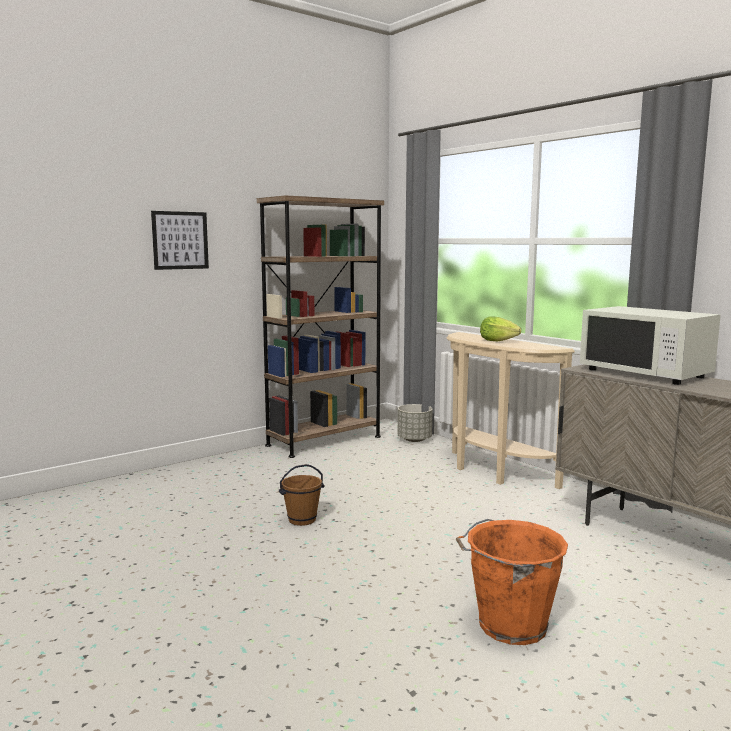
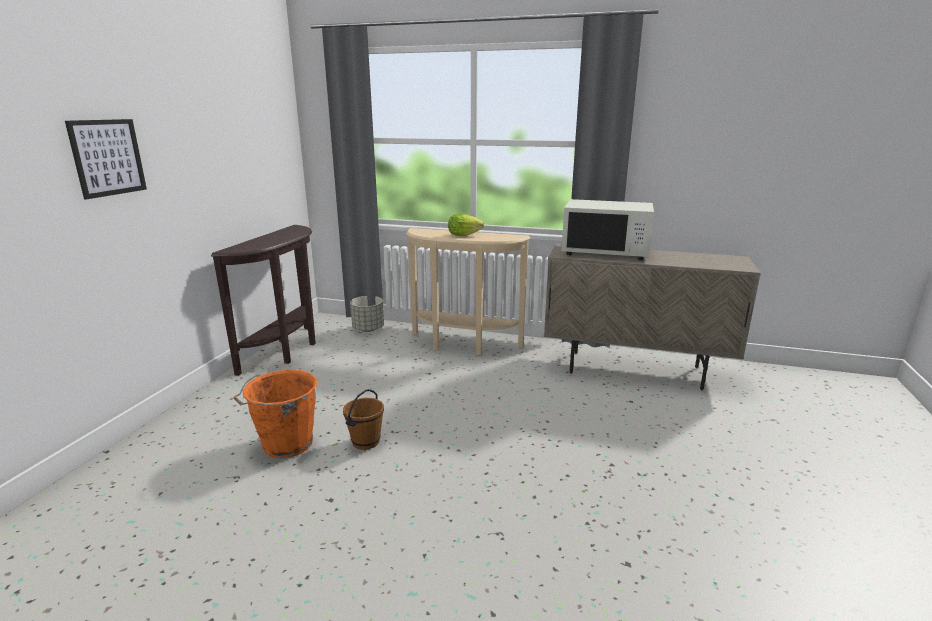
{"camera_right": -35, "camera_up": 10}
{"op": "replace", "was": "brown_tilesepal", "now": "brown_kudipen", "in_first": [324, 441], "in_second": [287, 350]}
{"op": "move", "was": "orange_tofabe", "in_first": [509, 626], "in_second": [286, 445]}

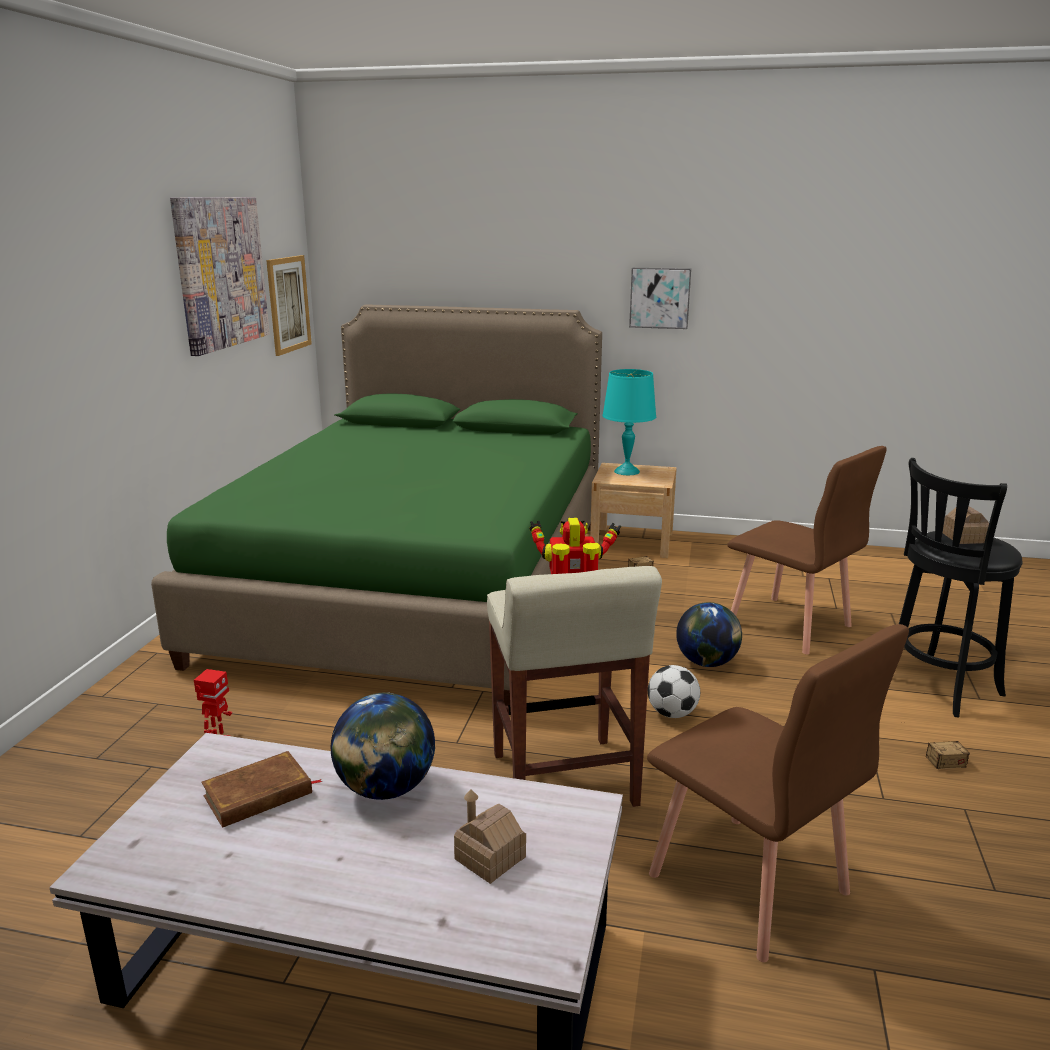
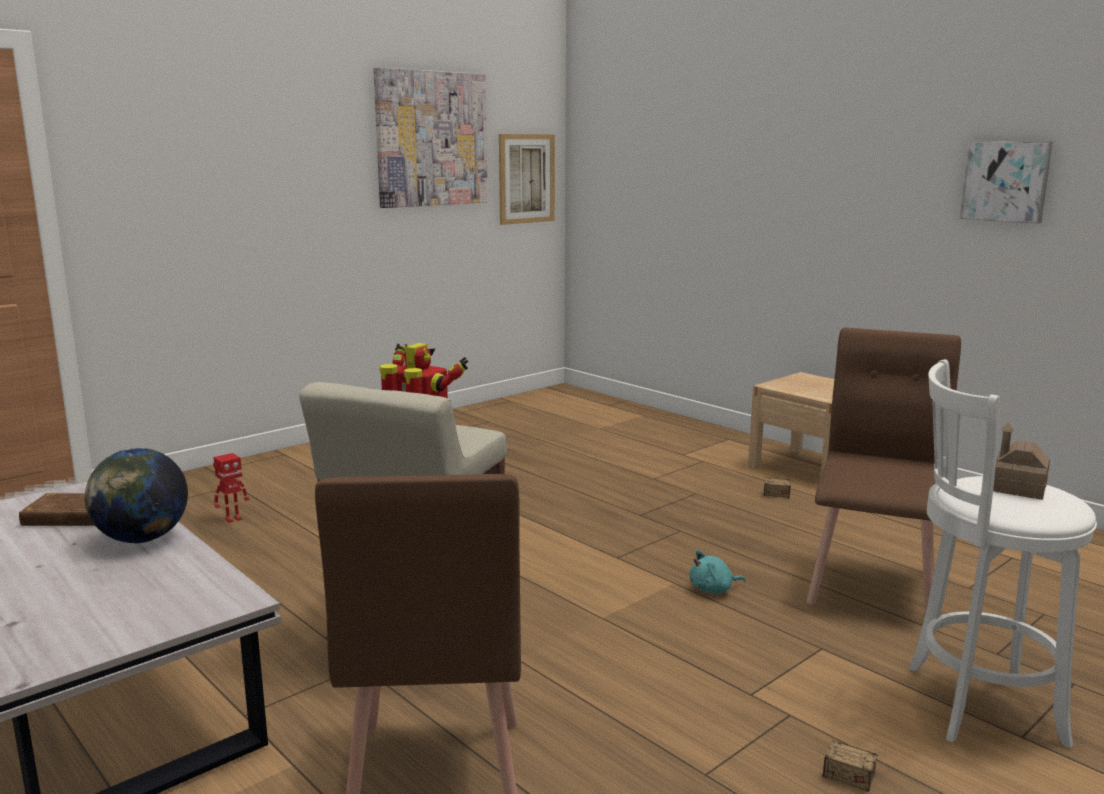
{"camera_right": 35, "camera_up": -5}
{"op": "move", "was": "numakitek", "in_first": [660, 298], "in_second": [1006, 181]}
{"op": "delete", "was": "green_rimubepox", "in_first": [419, 586]}
{"op": "delete", "was": "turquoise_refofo", "in_first": [627, 471]}
{"op": "rotate", "was": "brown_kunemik", "in_first": [789, 625], "in_second": [874, 586], "clockwise": -150}
{"op": "recolor", "was": "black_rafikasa", "now": "white_rafikasa", "in_first": [937, 687], "in_second": [975, 704]}
{"op": "replace", "was": "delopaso", "now": "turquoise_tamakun", "in_first": [707, 662], "in_second": [713, 590]}
{"op": "delete", "was": "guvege", "in_first": [672, 713]}
{"op": "delete", "was": "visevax", "in_first": [489, 858]}

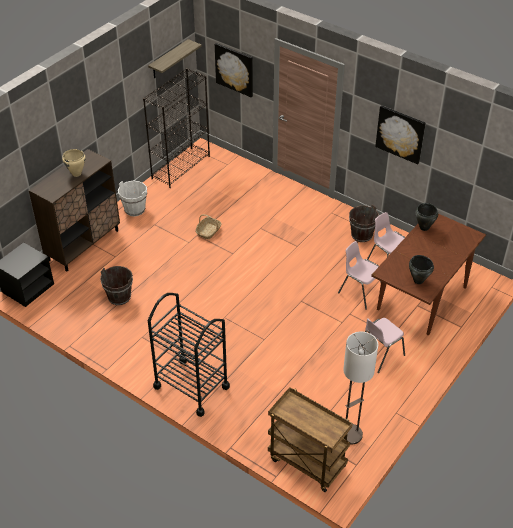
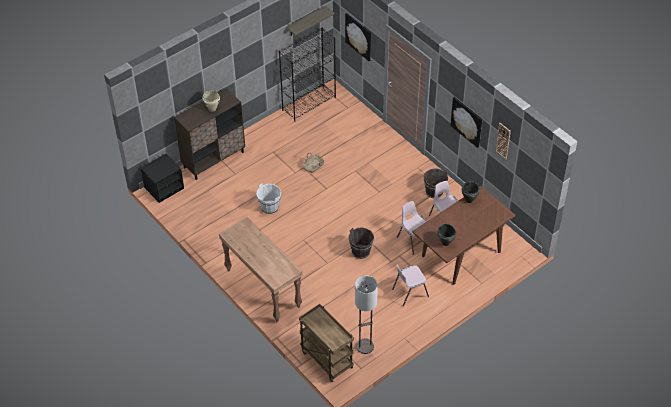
{"camera_right": 15, "camera_up": 5}
{"op": "move", "was": "white_tofabe", "in_first": [135, 209], "in_second": [270, 207]}
{"op": "move", "was": "brown_tofabe", "in_first": [119, 297], "in_second": [360, 251]}
{"op": "replace", "was": "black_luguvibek", "now": "brown_kudipen", "in_first": [191, 387], "in_second": [262, 288]}
{"op": "insert", "now": "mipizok", "in_second": [503, 140]}

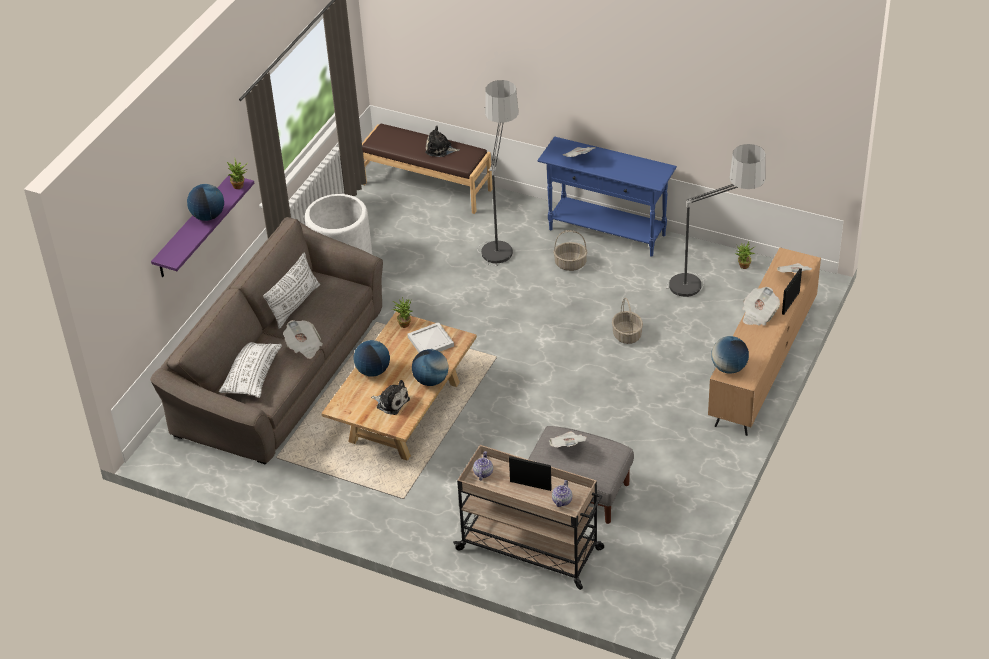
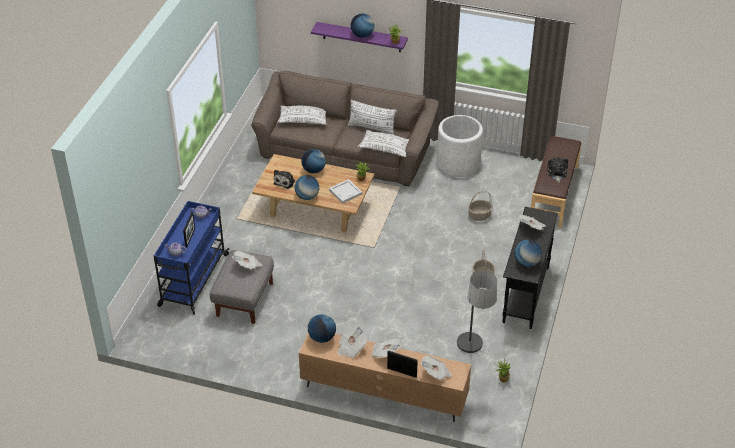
{"camera_right": 80, "camera_up": 0}
{"op": "delete", "was": "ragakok", "in_first": [500, 237]}
{"op": "recolor", "was": "blue_kudipen", "now": "black_kudipen", "in_first": [607, 232], "in_second": [525, 295]}
{"op": "move", "was": "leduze", "in_first": [626, 335], "in_second": [479, 215]}
{"op": "move", "was": "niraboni", "in_first": [304, 346], "in_second": [351, 348]}
{"op": "recolor", "was": "beige_luguvibek", "now": "blue_luguvibek", "in_first": [531, 550], "in_second": [193, 281]}
{"op": "insert", "now": "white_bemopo", "in_second": [385, 148]}
{"op": "insert", "now": "delopaso", "in_second": [527, 263]}

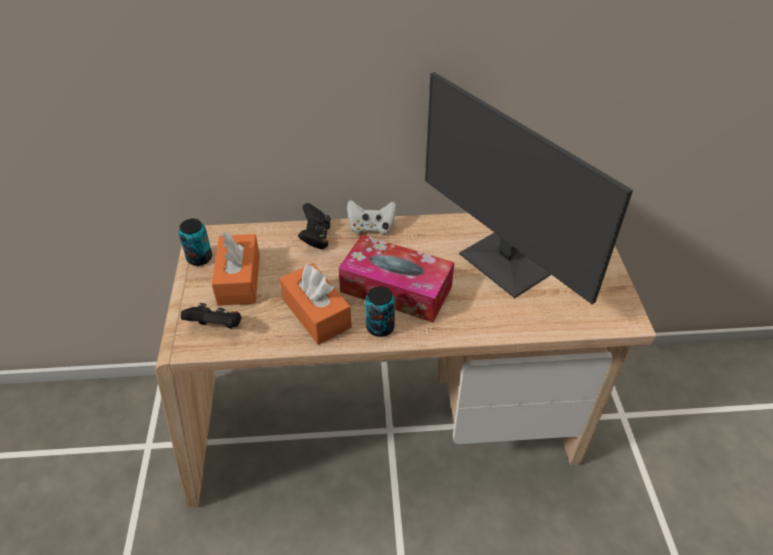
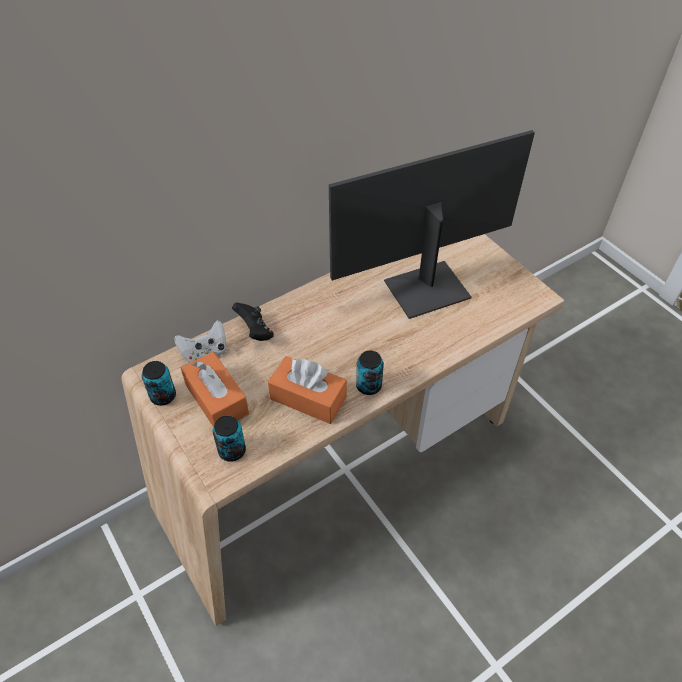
{"camera_right": -30, "camera_up": 5}
{"op": "rotate", "was": "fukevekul", "in_first": [506, 263], "in_second": [425, 288], "clockwise": 135}
{"op": "move", "was": "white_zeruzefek", "in_first": [371, 228], "in_second": [205, 352]}
{"op": "delete", "was": "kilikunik", "in_first": [396, 289]}
{"op": "replace", "was": "black_zeruzefek", "now": "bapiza", "in_first": [217, 327], "in_second": [232, 450]}

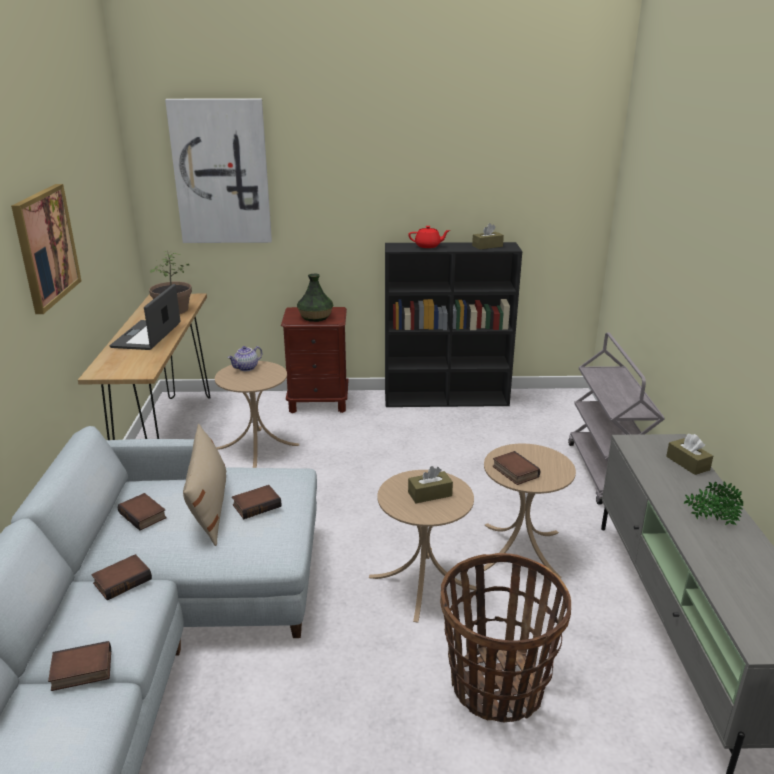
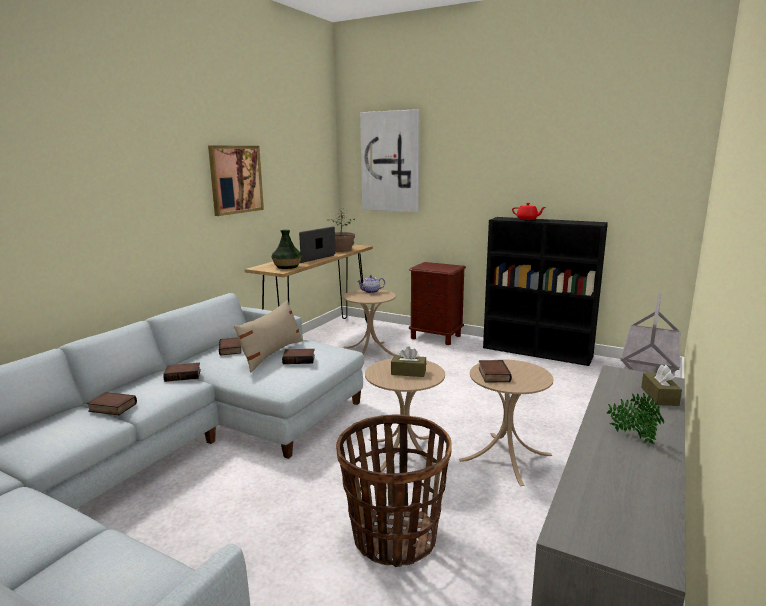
{"camera_right": 30, "camera_up": -10}
{"op": "delete", "was": "brown_kilikunik", "in_first": [487, 246]}
{"op": "move", "was": "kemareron", "in_first": [316, 317], "in_second": [287, 266]}

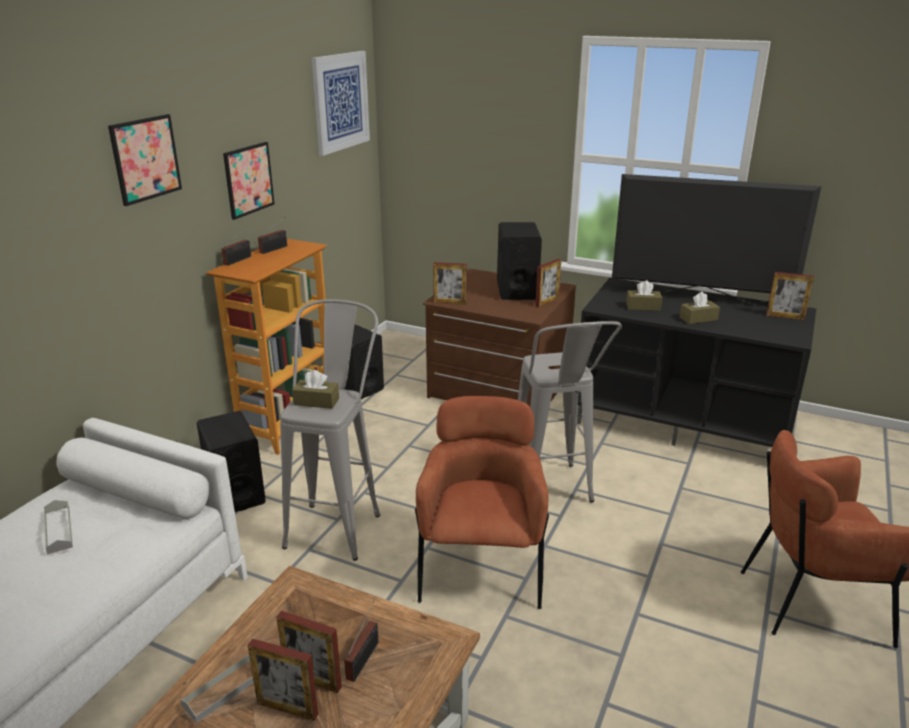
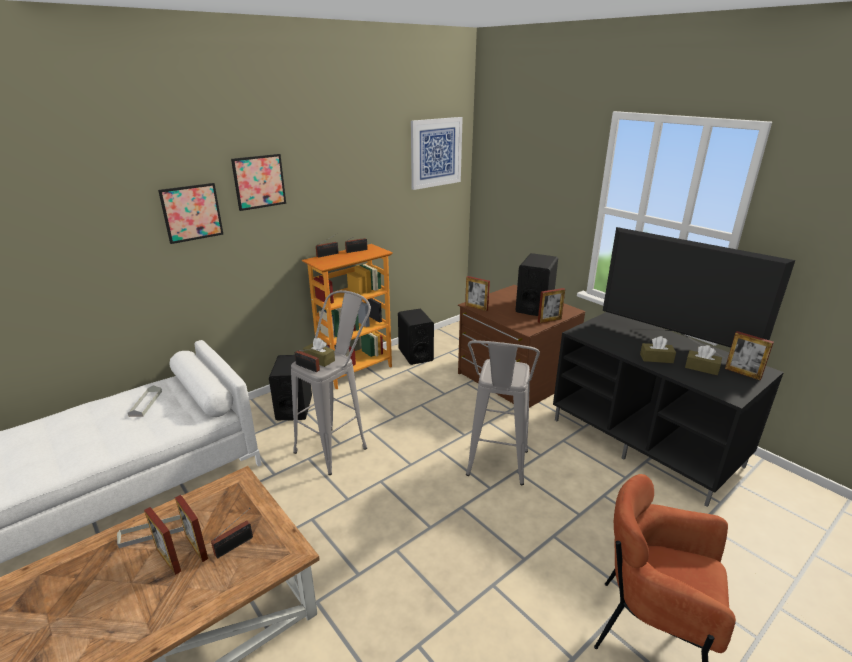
{"camera_right": 25, "camera_up": 0}
{"op": "move", "was": "numakitek", "in_first": [248, 180], "in_second": [192, 213]}
{"op": "move", "was": "brown_kilikunik", "in_first": [643, 306], "in_second": [701, 368]}
{"op": "delete", "was": "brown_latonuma", "in_first": [481, 568]}
{"op": "insert", "now": "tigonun", "in_second": [308, 368]}

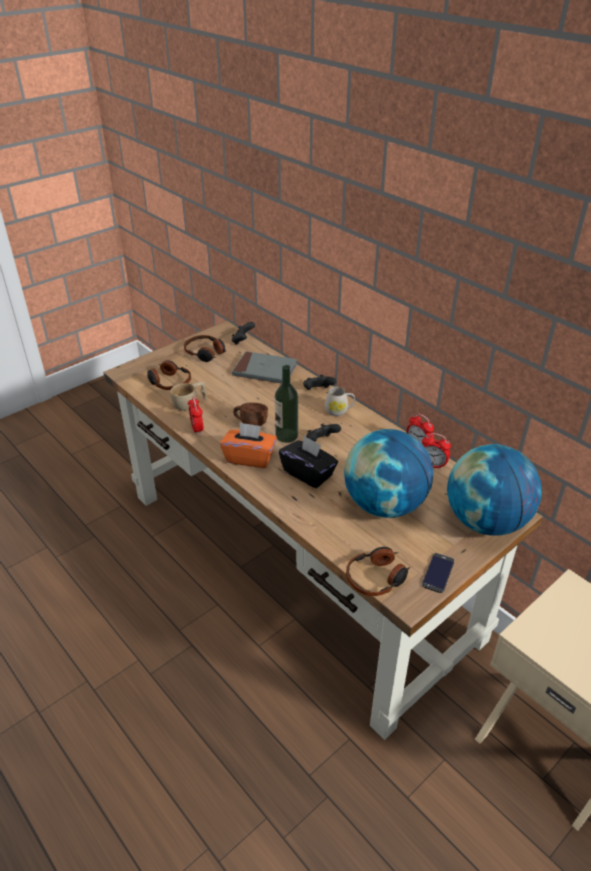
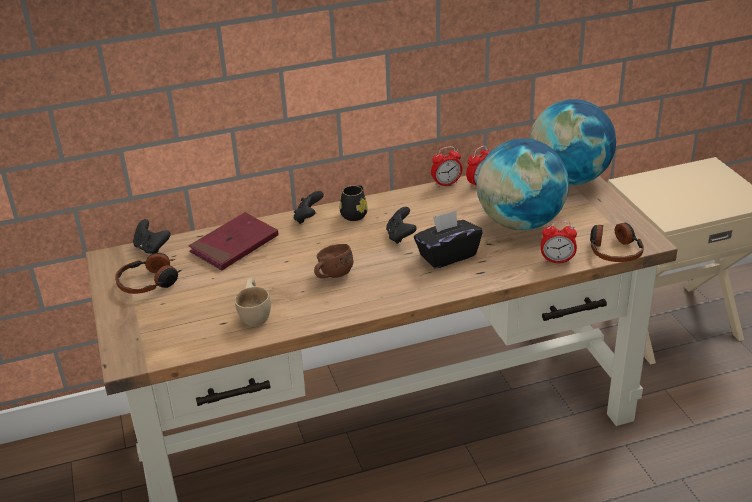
{"camera_right": -65, "camera_up": -5}
{"op": "recolor", "was": "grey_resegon", "now": "red_resegon", "in_first": [265, 370], "in_second": [234, 245]}
{"op": "delete", "was": "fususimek", "in_first": [169, 382]}
{"op": "delete", "was": "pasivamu", "in_first": [286, 435]}
{"op": "recolor", "was": "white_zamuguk", "now": "black_zamuguk", "in_first": [339, 411], "in_second": [355, 213]}
{"op": "move", "was": "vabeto", "in_first": [197, 429], "in_second": [557, 261]}
{"op": "delete", "was": "orange_kilikunik", "in_first": [250, 457]}
{"op": "delete", "was": "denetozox", "in_first": [438, 573]}

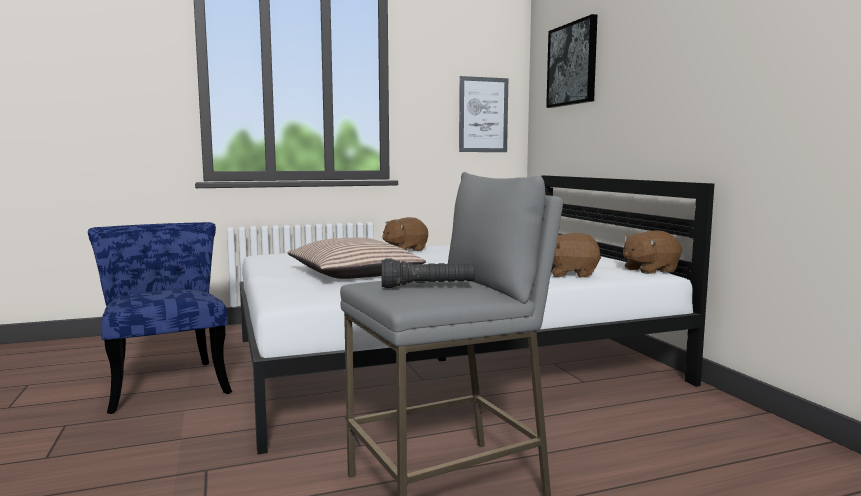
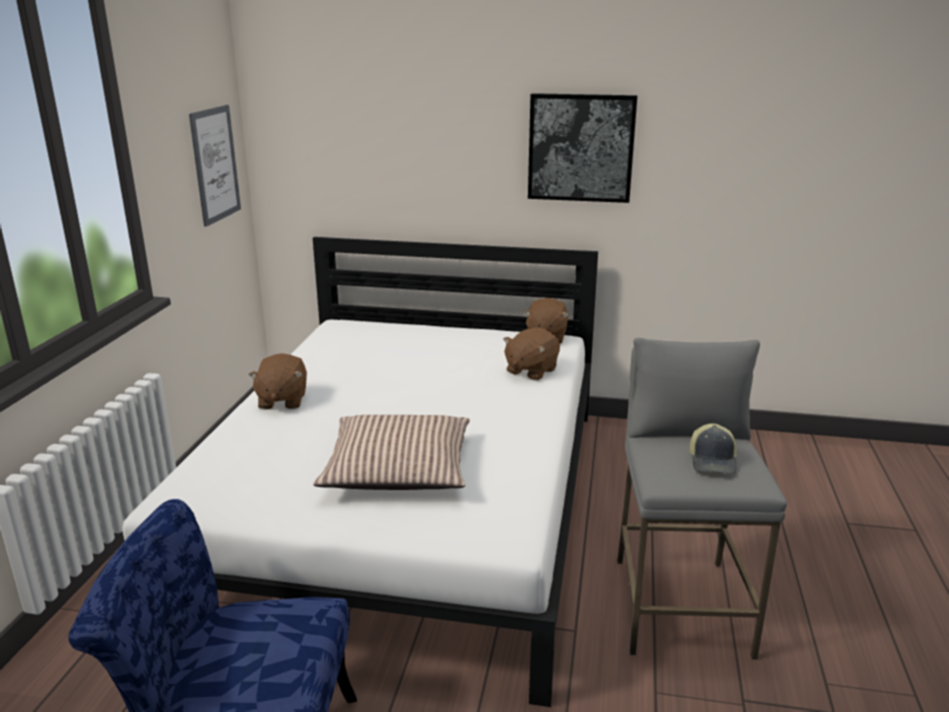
{"camera_right": -60, "camera_up": 15}
{"op": "move", "was": "numakitek", "in_first": [572, 64], "in_second": [581, 148]}
{"op": "replace", "was": "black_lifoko", "now": "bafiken", "in_first": [427, 287], "in_second": [713, 461]}

